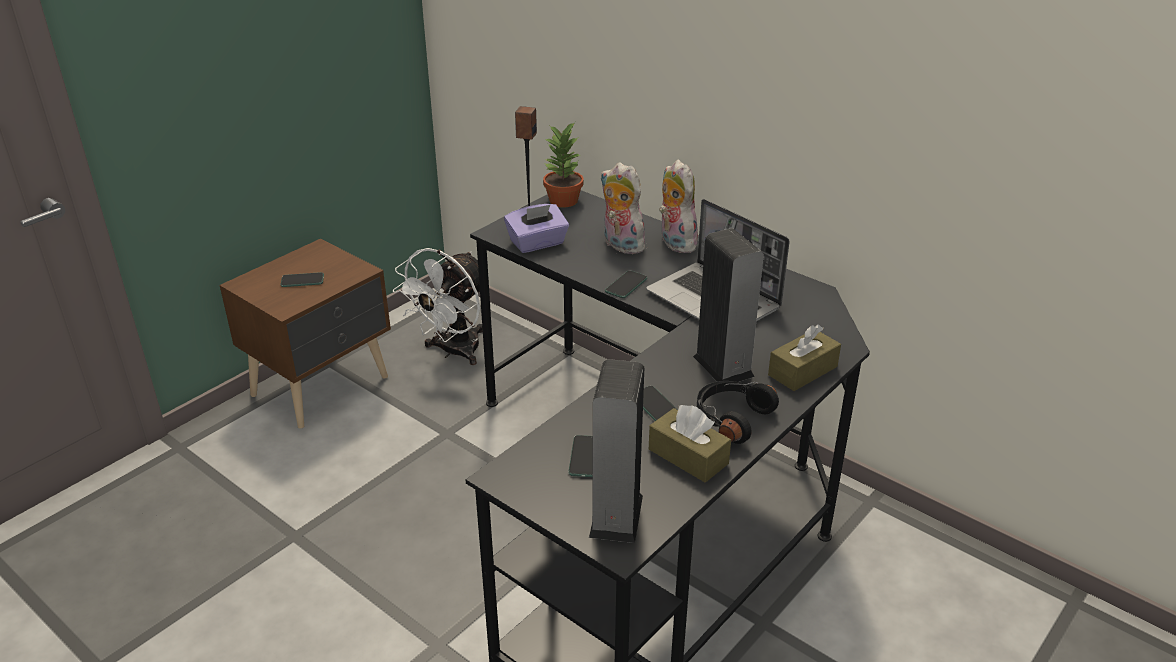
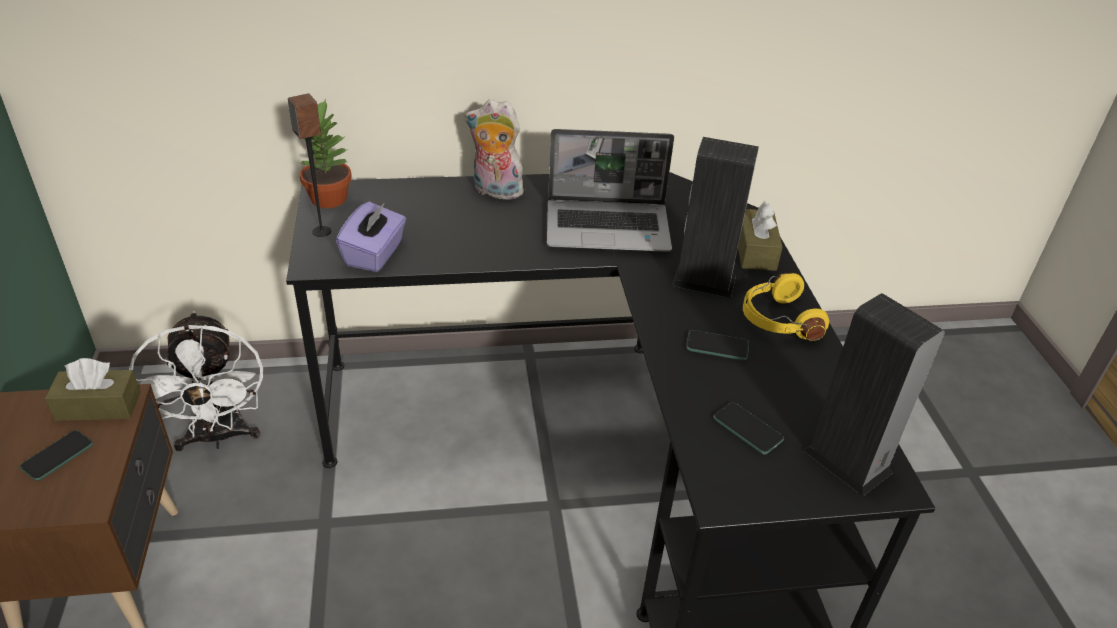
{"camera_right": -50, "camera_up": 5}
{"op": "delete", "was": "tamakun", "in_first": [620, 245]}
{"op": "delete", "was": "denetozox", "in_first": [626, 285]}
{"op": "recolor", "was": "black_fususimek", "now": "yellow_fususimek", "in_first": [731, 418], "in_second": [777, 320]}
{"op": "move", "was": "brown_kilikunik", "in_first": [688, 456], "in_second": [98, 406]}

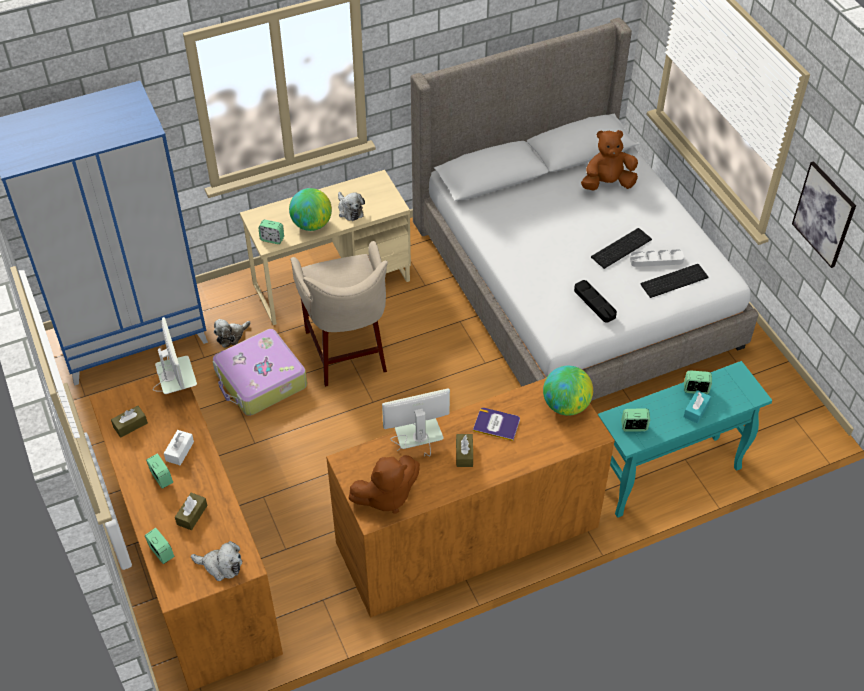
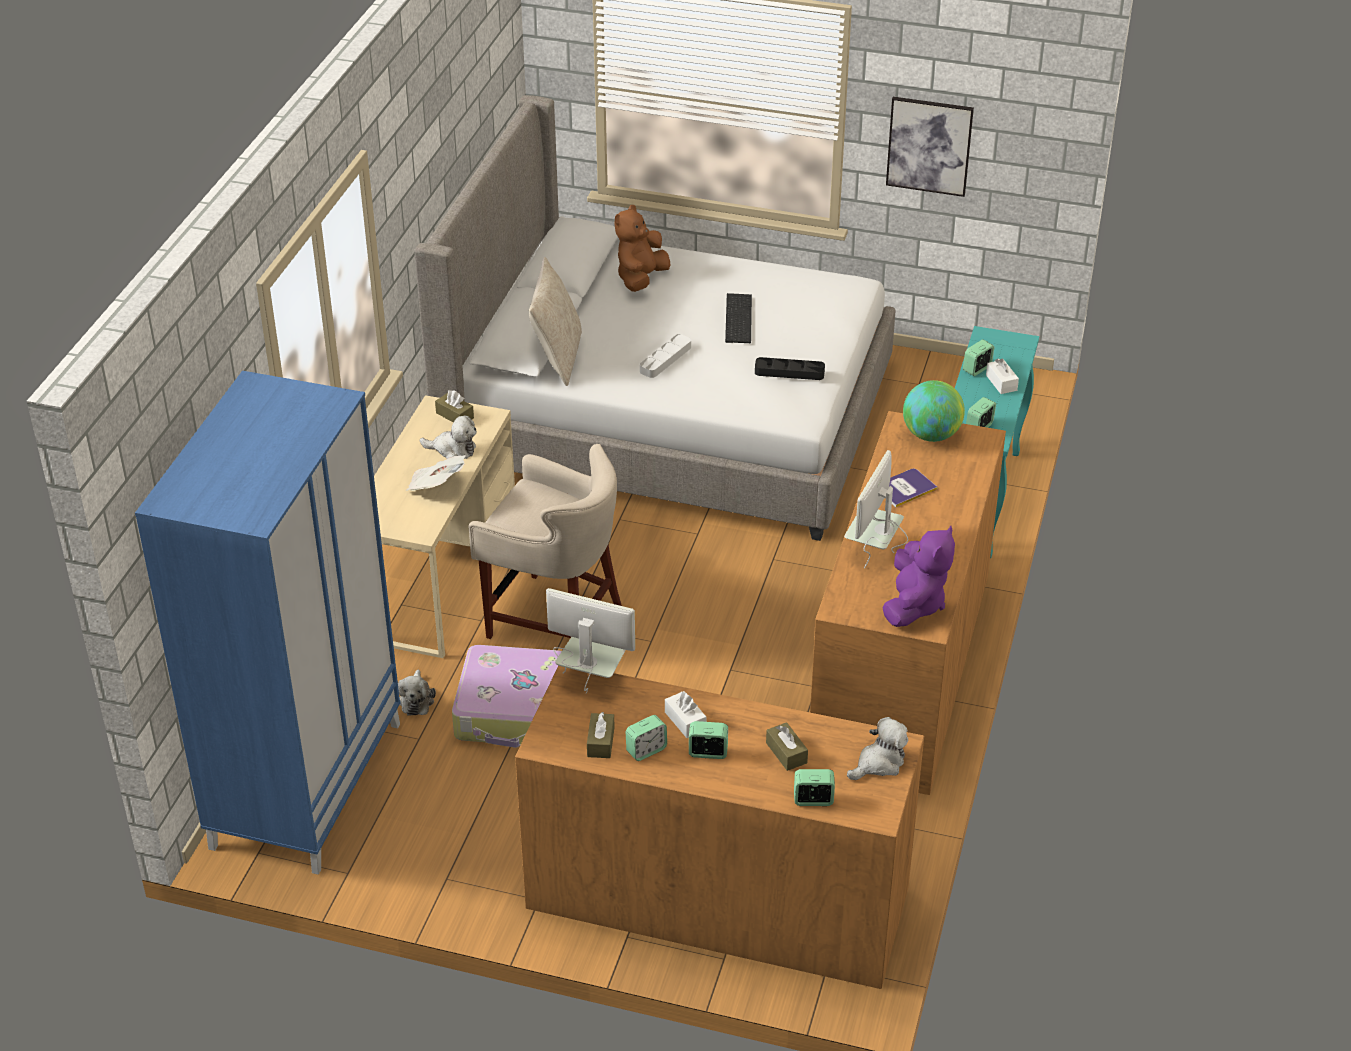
{"camera_right": -50, "camera_up": -10}
{"op": "replace", "was": "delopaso", "now": "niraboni", "in_first": [312, 224], "in_second": [436, 486]}
{"op": "move", "was": "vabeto", "in_first": [272, 239], "in_second": [646, 750]}
{"op": "move", "was": "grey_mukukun", "in_first": [656, 260], "in_second": [665, 359]}
{"op": "delete", "was": "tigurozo", "in_first": [674, 280]}
{"op": "recolor", "was": "turquoise_kilikunik", "now": "white_kilikunik", "in_first": [696, 410], "in_second": [1001, 383]}
{"op": "move", "was": "brown_kilikunik", "in_first": [464, 454], "in_second": [455, 415]}
{"op": "recolor", "was": "brown_tamakun", "now": "purple_tamakun", "in_first": [386, 496], "in_second": [914, 604]}
{"op": "insert", "now": "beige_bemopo", "in_second": [557, 358]}

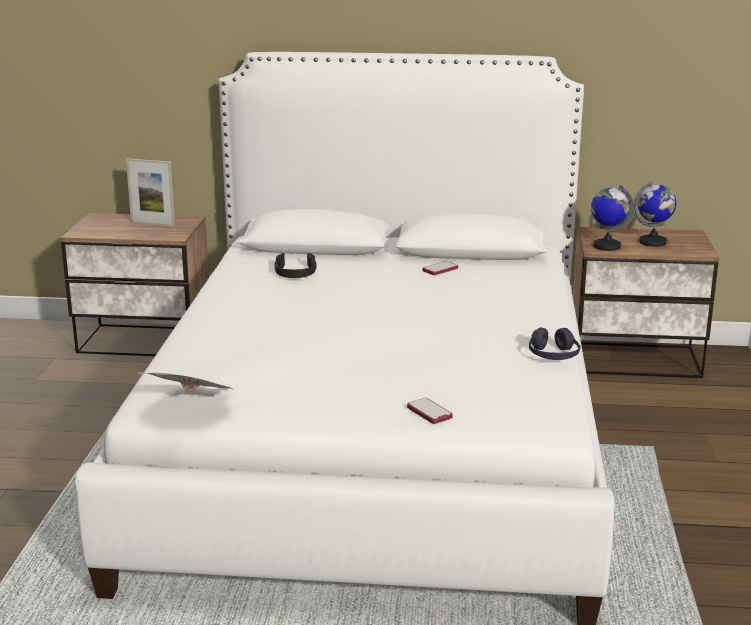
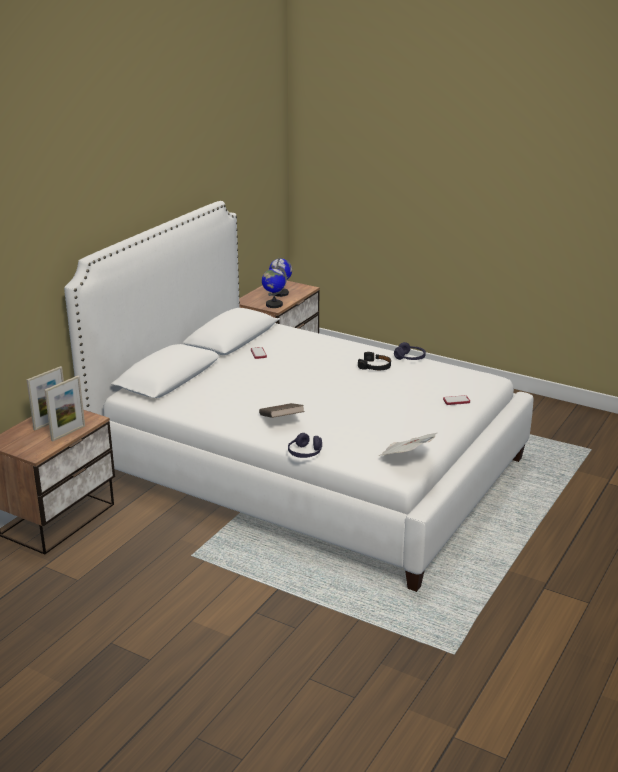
{"camera_right": -65, "camera_up": 5}
{"op": "move", "was": "black_fususimek", "in_first": [295, 273], "in_second": [375, 366]}
{"op": "insert", "now": "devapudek", "in_second": [68, 433]}
{"op": "insert", "now": "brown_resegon", "in_second": [281, 421]}
{"op": "insert", "now": "purple_fususimek", "in_second": [305, 453]}

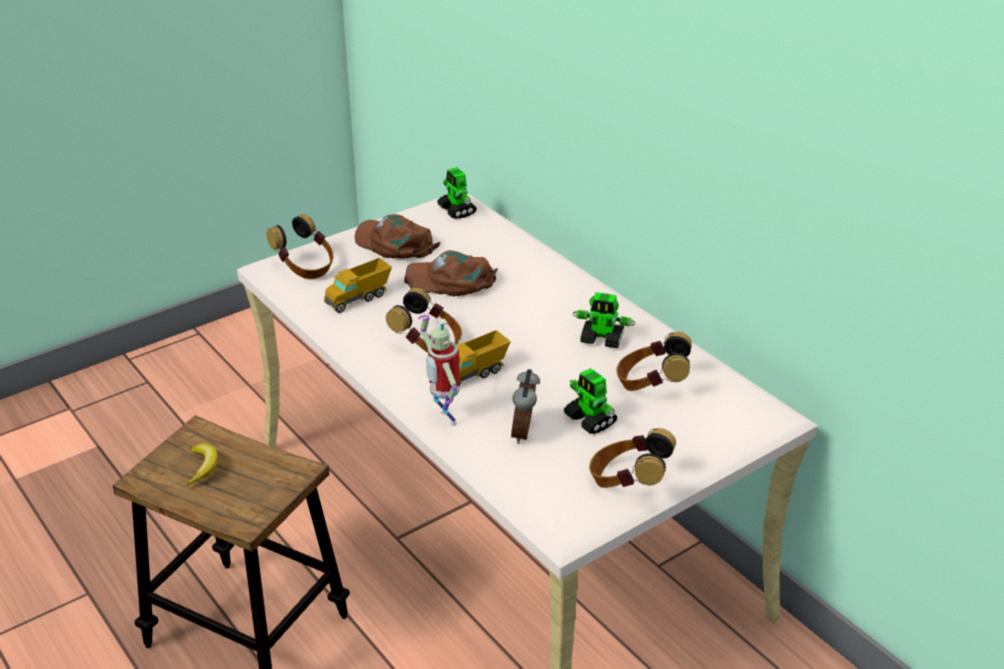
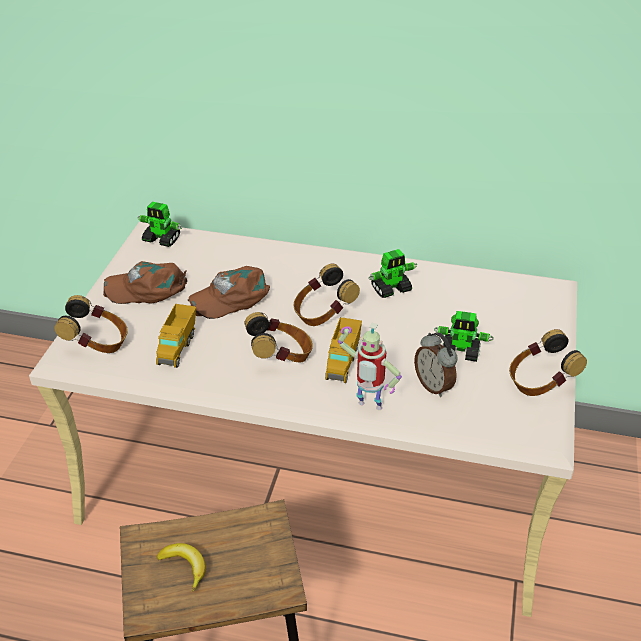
{"camera_right": -40, "camera_up": 5}
{"op": "move", "was": "fususimek", "in_first": [651, 385], "in_second": [323, 314]}

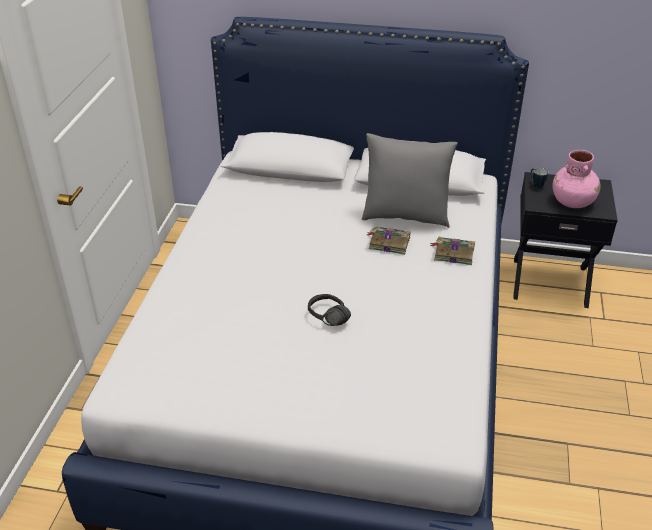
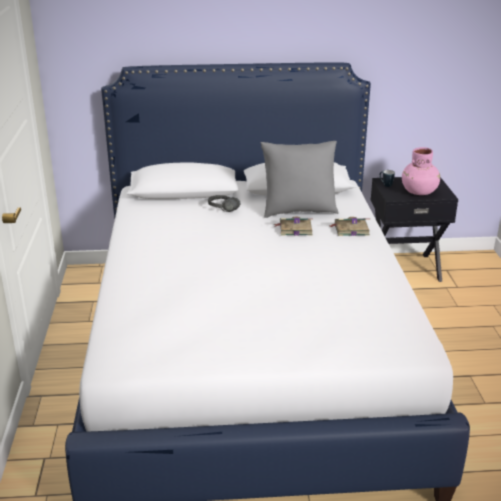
{"camera_right": -15, "camera_up": -10}
{"op": "move", "was": "black_fususimek", "in_first": [324, 320], "in_second": [221, 210]}

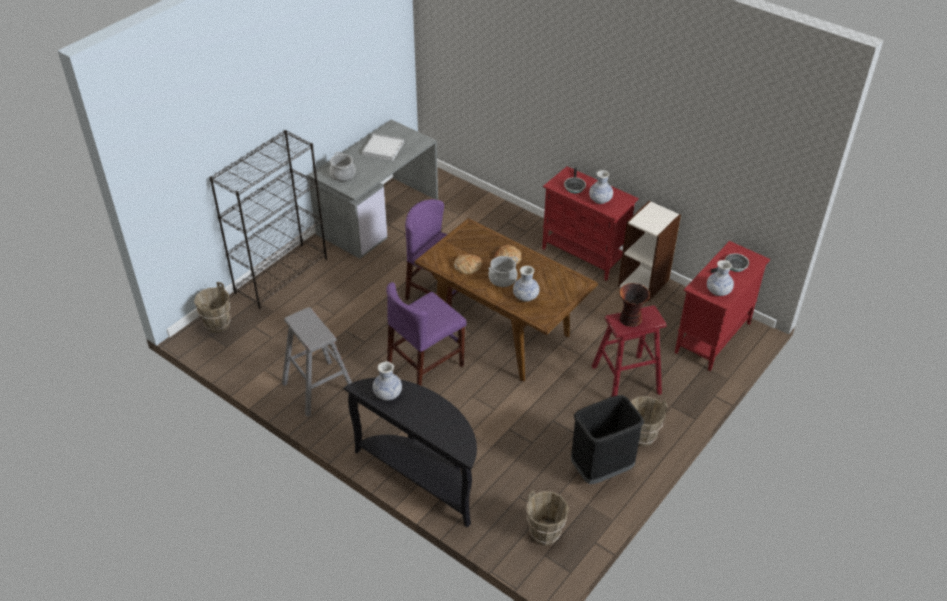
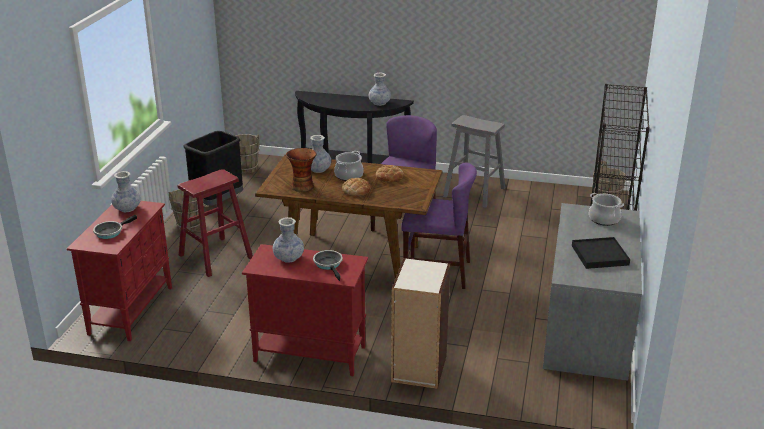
{"camera_right": 155, "camera_up": -15}
{"op": "recolor", "was": "white_mukukun", "now": "black_mukukun", "in_first": [383, 149], "in_second": [599, 255]}
{"op": "move", "was": "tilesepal", "in_first": [644, 283], "in_second": [418, 369]}
{"op": "move", "was": "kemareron", "in_first": [630, 319], "in_second": [302, 186]}

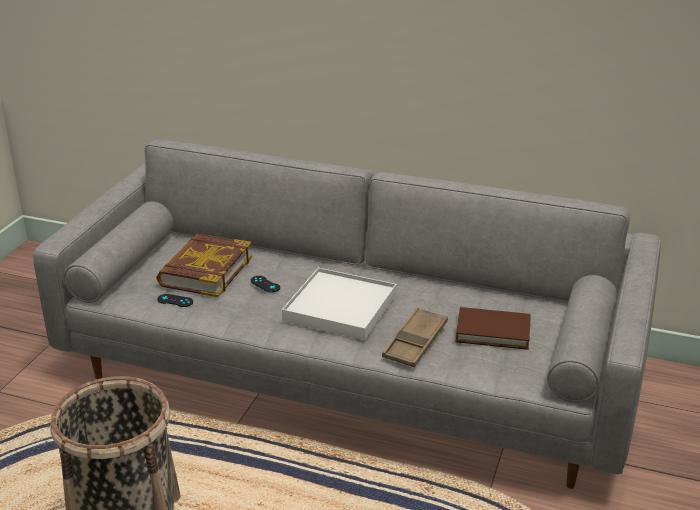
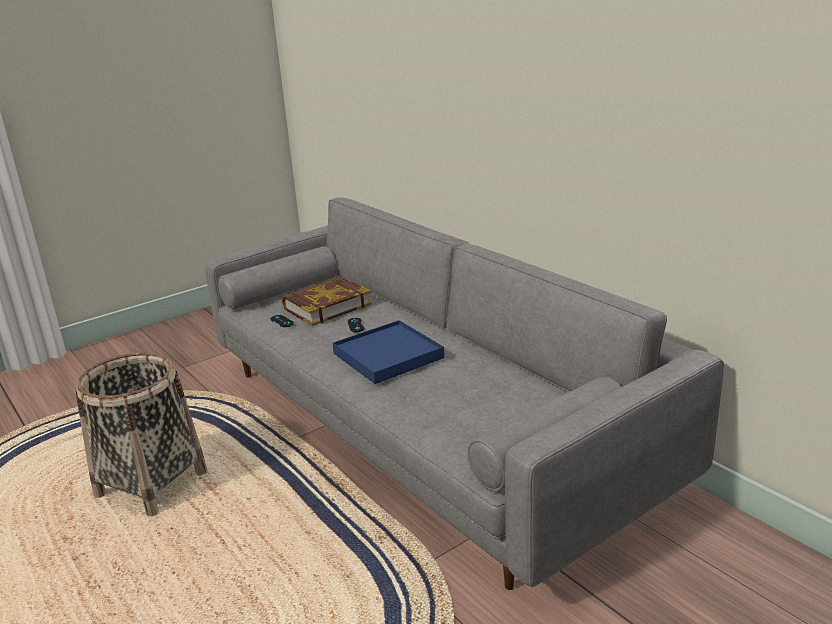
{"camera_right": 35, "camera_up": -5}
{"op": "recolor", "was": "white_mukukun", "now": "blue_mukukun", "in_first": [340, 308], "in_second": [387, 355]}
{"op": "delete", "was": "brown_mukukun", "in_first": [415, 342]}
{"op": "delete", "was": "brown_resegon", "in_first": [493, 332]}

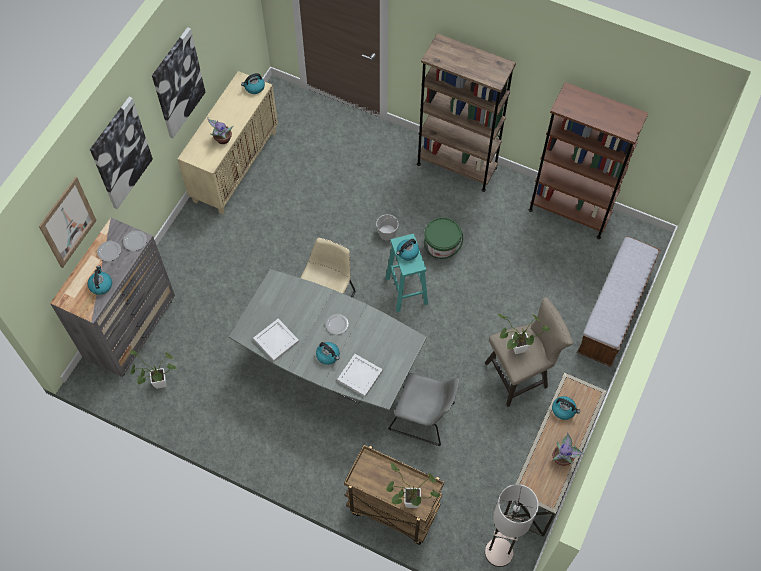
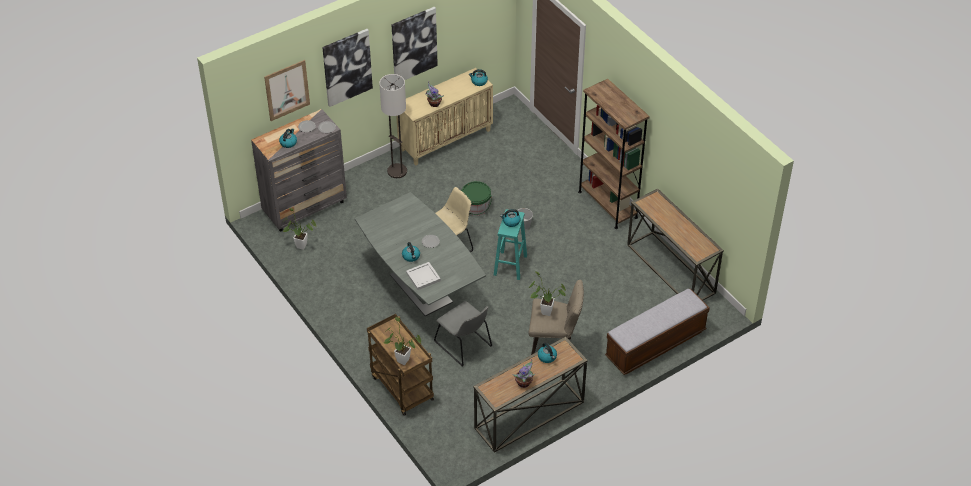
{"camera_right": 30, "camera_up": -15}
{"op": "replace", "was": "brown_tilesepal", "now": "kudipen", "in_first": [569, 212], "in_second": [671, 268]}
{"op": "move", "was": "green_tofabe", "in_first": [441, 247], "in_second": [476, 207]}
{"op": "delete", "was": "white_mukukun", "in_first": [277, 340]}
{"op": "move", "was": "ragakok", "in_first": [499, 552], "in_second": [397, 171]}

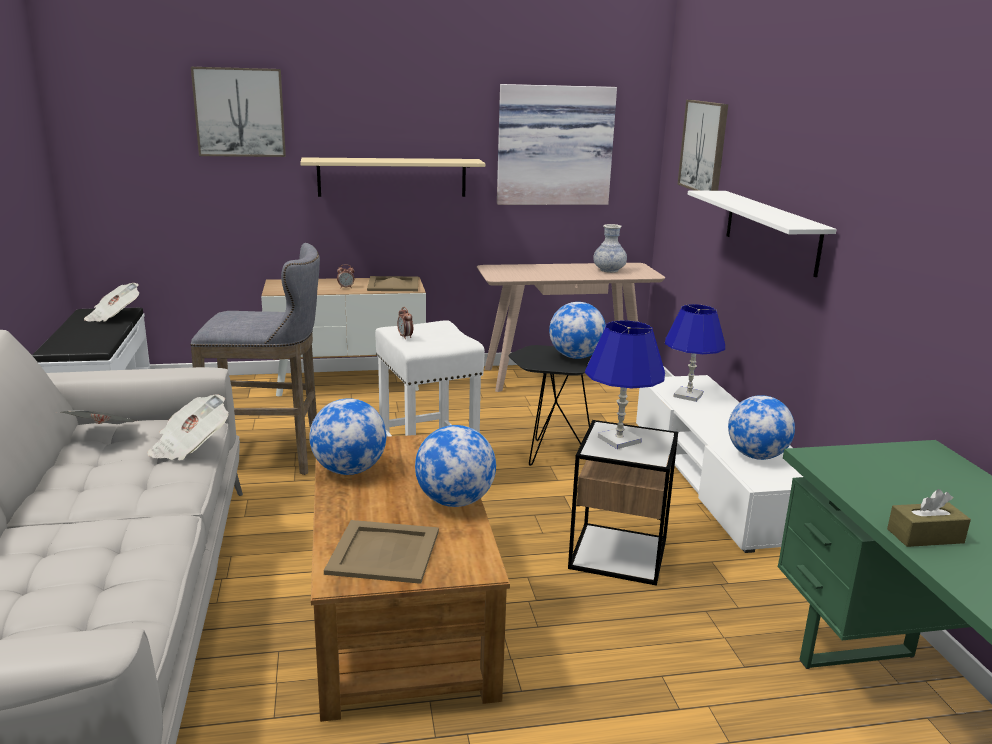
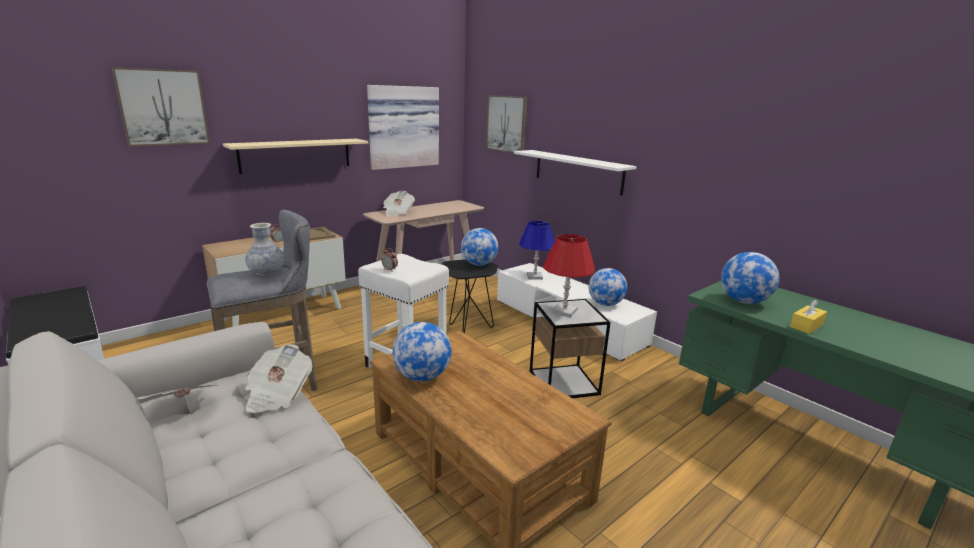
{"camera_right": -30, "camera_up": 0}
{"op": "move", "was": "kemareron", "in_first": [609, 270], "in_second": [266, 272]}
{"op": "move", "was": "niraboni", "in_first": [114, 317], "in_second": [398, 212]}
{"op": "recolor", "was": "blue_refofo", "now": "red_refofo", "in_first": [619, 440], "in_second": [564, 311]}
{"op": "move", "was": "delopaso", "in_first": [455, 502], "in_second": [744, 301]}
{"op": "recolor", "was": "brown_kilikunik", "now": "yellow_kilikunik", "in_first": [925, 536], "in_second": [806, 326]}
{"op": "delete", "was": "beige_mukukun", "in_first": [382, 552]}

